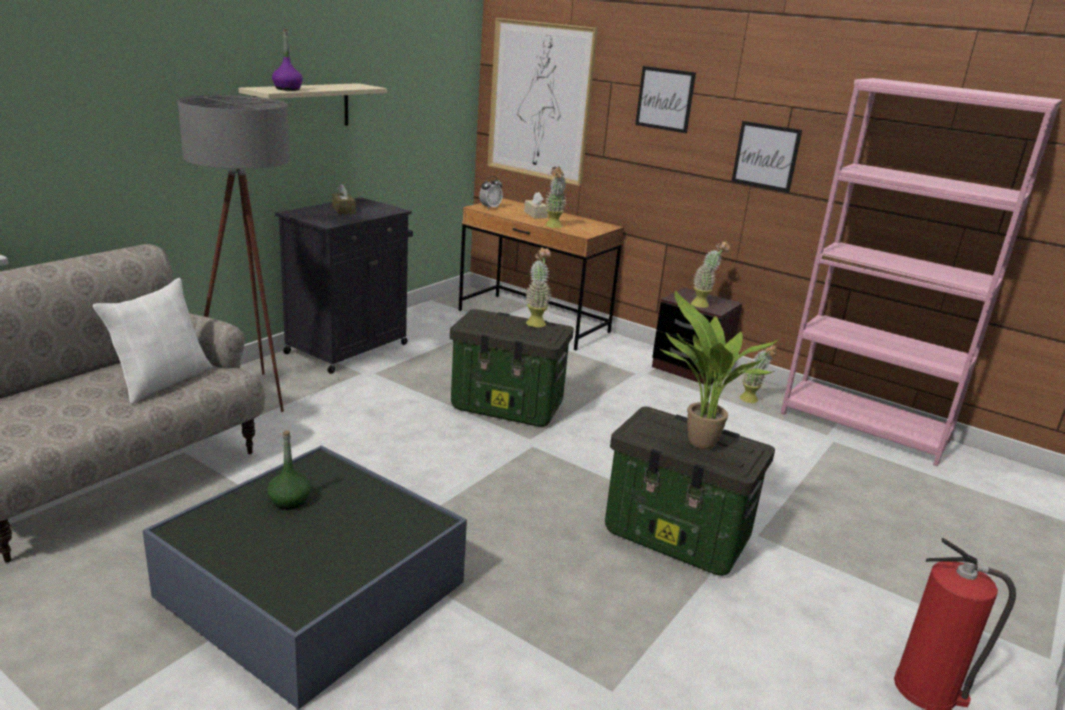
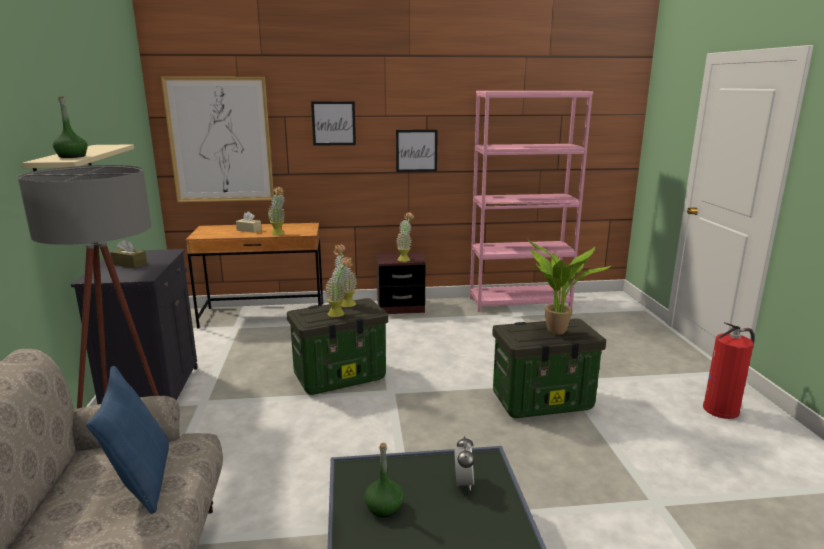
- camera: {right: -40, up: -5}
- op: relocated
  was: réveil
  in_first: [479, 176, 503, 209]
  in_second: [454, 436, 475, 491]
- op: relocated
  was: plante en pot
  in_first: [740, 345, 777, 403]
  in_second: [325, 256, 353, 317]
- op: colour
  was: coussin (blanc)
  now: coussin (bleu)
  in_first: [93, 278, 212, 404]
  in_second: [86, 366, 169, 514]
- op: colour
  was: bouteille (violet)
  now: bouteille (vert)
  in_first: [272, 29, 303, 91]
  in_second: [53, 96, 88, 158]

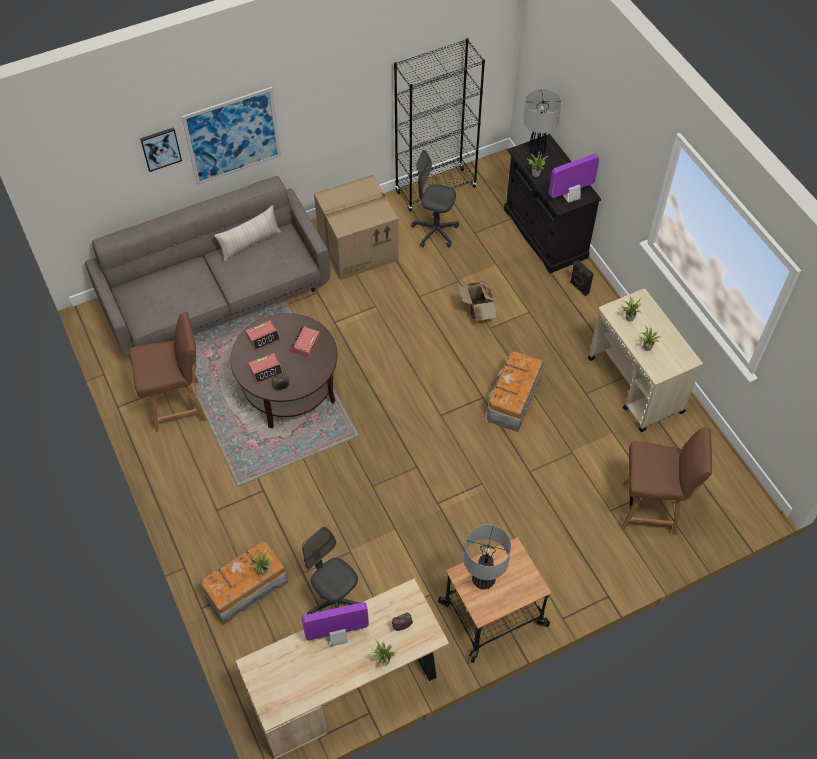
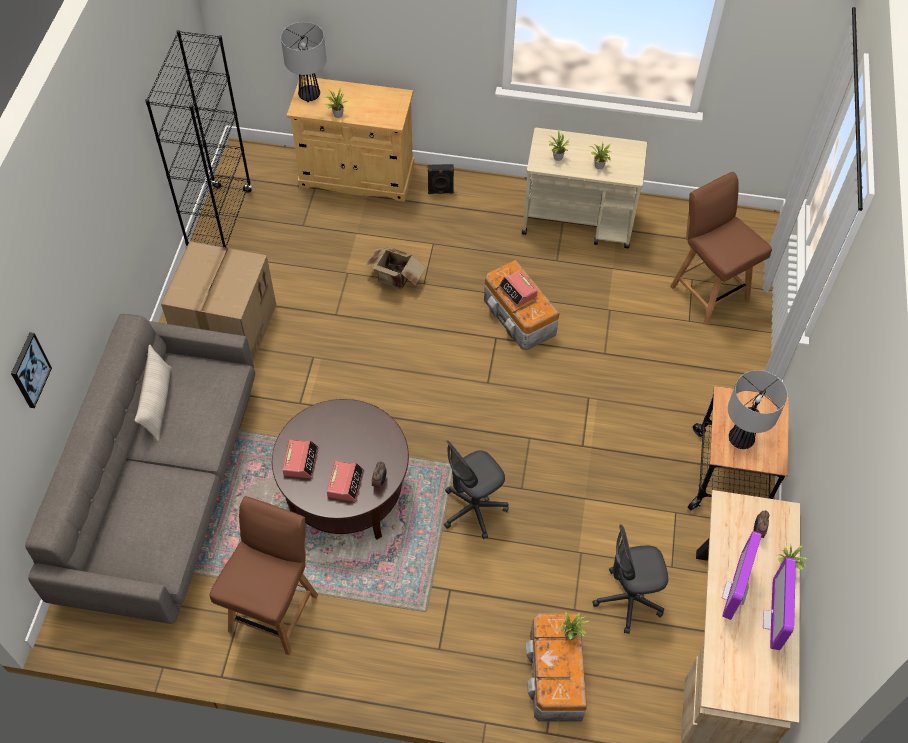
- camera: {right: -55, up: 0}
- op: missing
  was: tableau
  in_first: [181, 87, 281, 185]
- op: relocated
  was: réveil
  in_first: [289, 326, 320, 357]
  in_second: [498, 270, 538, 307]
- op: relocated
  was: chaise de bureau (gris)
  in_first: [411, 150, 459, 247]
  in_second: [444, 440, 509, 539]
- op: relocated
  was: écran d'ordinateur
  in_first: [549, 154, 599, 203]
  in_second: [763, 557, 796, 650]
- op: colour
  was: meuble de rangement (noir)
  now: meuble de rangement (beige)
  in_first: [504, 134, 601, 273]
  in_second: [286, 76, 414, 202]
- op: spun
  was: chaise (marron)
  in_first: [621, 427, 712, 535]
  in_second: [670, 172, 772, 325]
  clockwise: -75

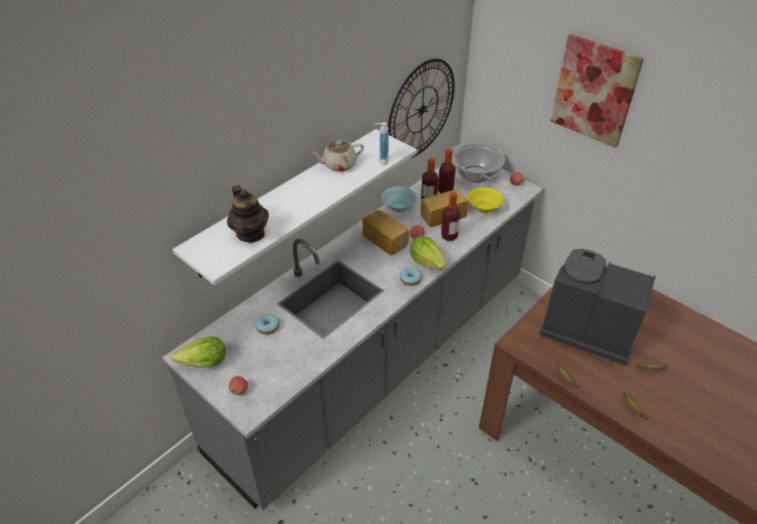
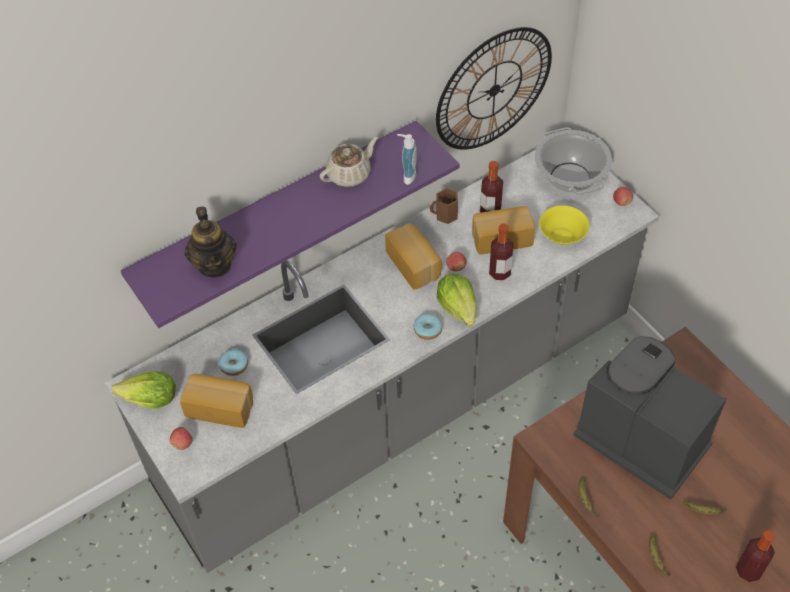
- camera: {right: 15, up: 10}
- op: missing
  was: tableau
  in_first: [551, 34, 644, 148]
- op: appeared
  now: pain
  in_second: [180, 374, 253, 428]
- op: relocated
  was: bouteille
  in_first: [438, 149, 456, 194]
  in_second: [736, 530, 775, 582]
- op: exchanged
  was: bol (turquoise)
  now: mug (marron)
  in_first: [381, 186, 417, 213]
  in_second: [430, 188, 458, 224]
- op: colour
  was: étagère (blanc)
  now: étagère (violet)
  in_first: [172, 129, 417, 285]
  in_second: [121, 120, 460, 328]
- op: spun
  was: théière (beige)
  in_first: [311, 140, 364, 172]
  in_second: [320, 137, 378, 187]
  clockwise: 150

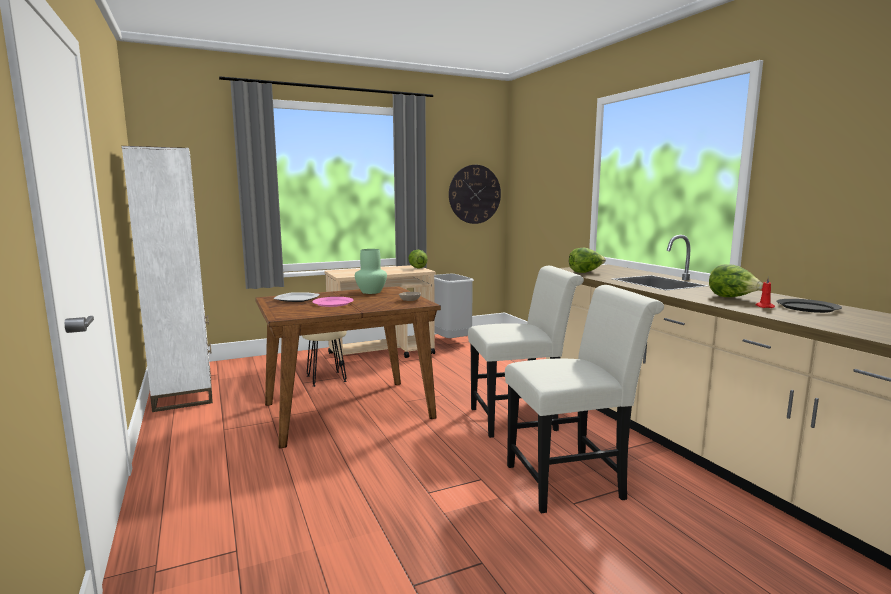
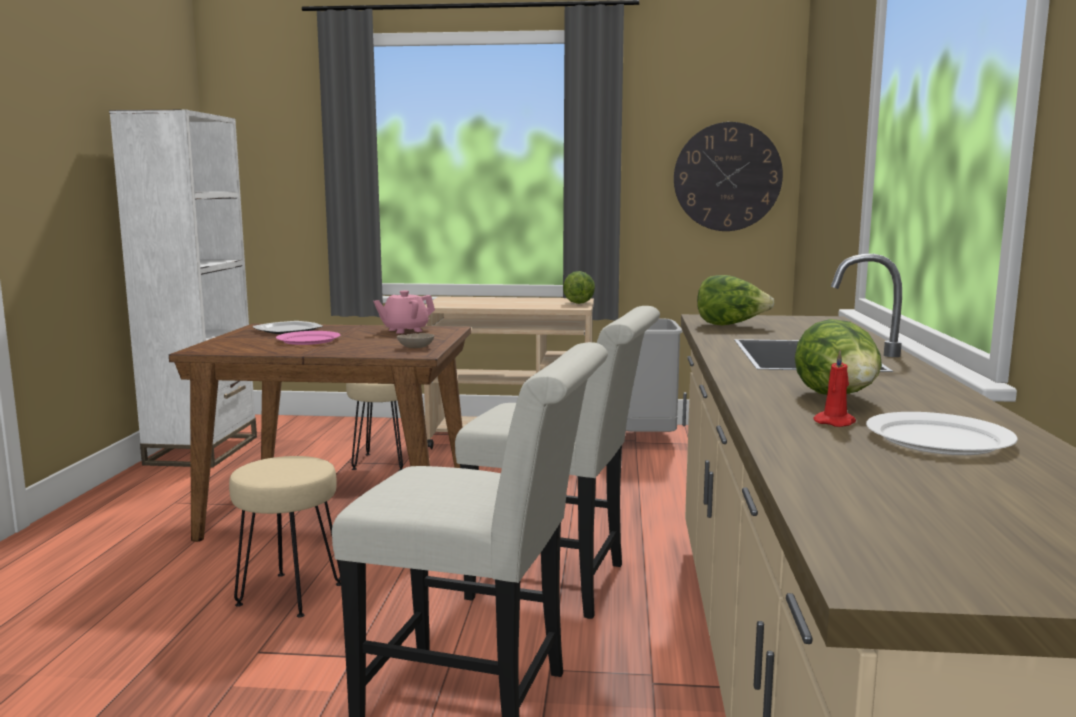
- camera: {right: 30, up: 0}
- op: appeared
  now: tabouret (beige)
  in_second: [229, 456, 341, 618]
- op: exchanged
  was: vase (vert)
  now: théière (rose)
  in_first: [355, 249, 387, 294]
  in_second: [373, 290, 435, 334]
- op: colour
  was: assiette (noir)
  now: assiette (blanc)
  in_first: [776, 299, 842, 313]
  in_second: [866, 412, 1018, 455]

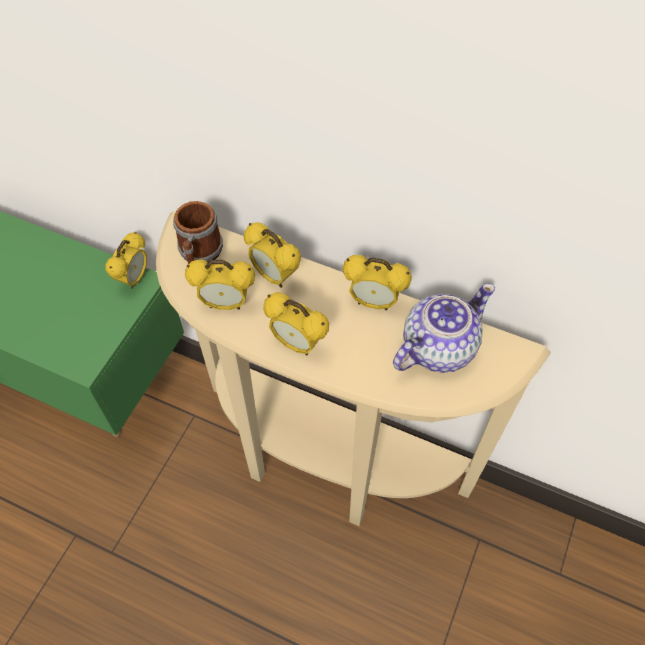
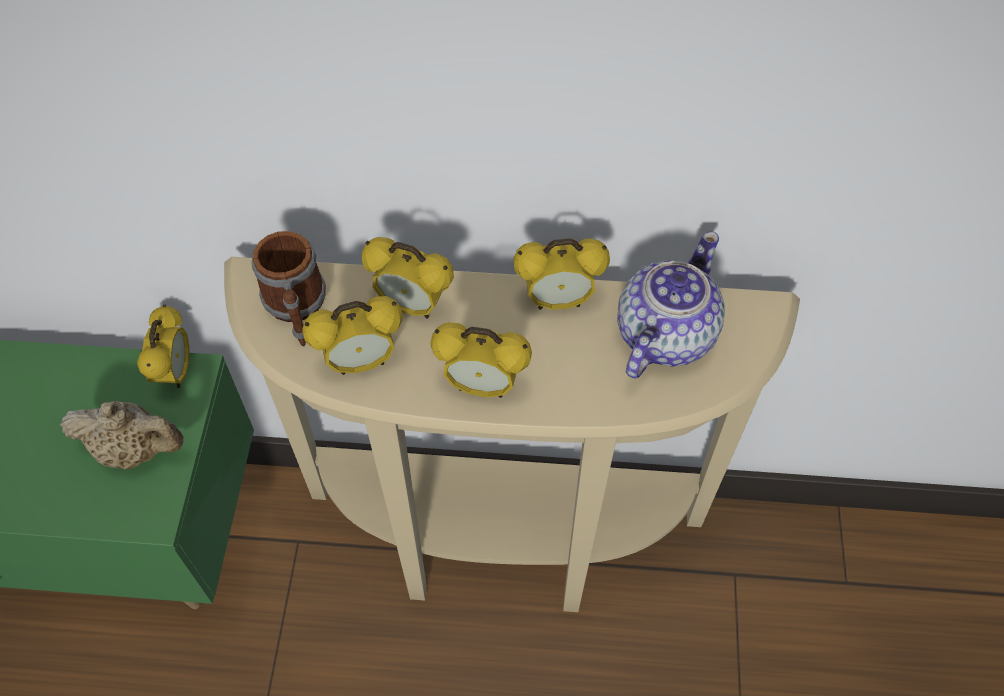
- camera: {right: -20, up: 0}
- op: appeared
  now: théière (beige)
  in_second: [60, 401, 184, 470]

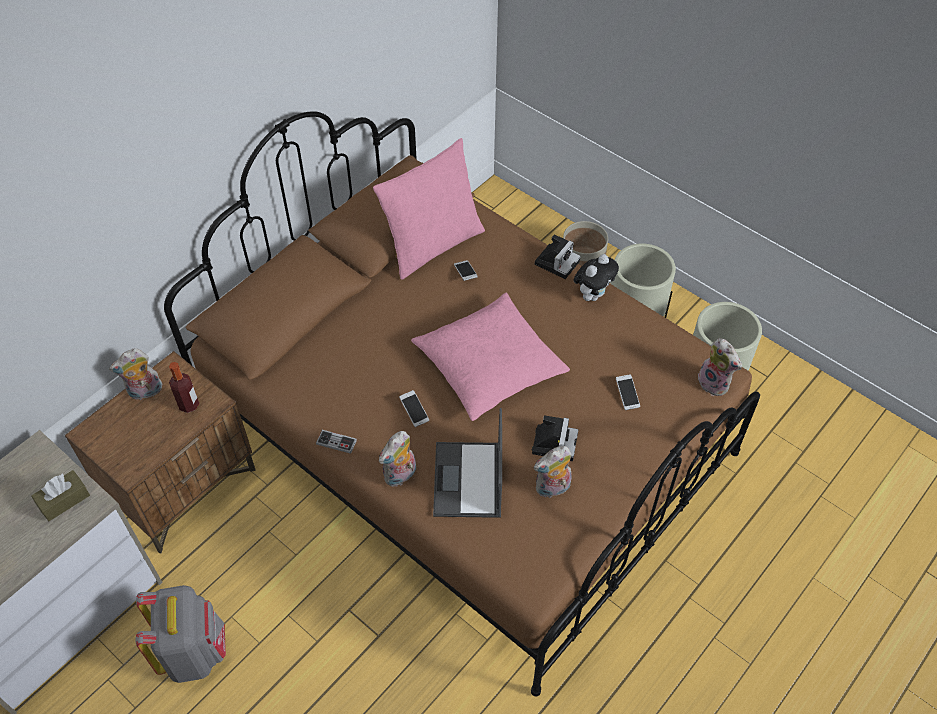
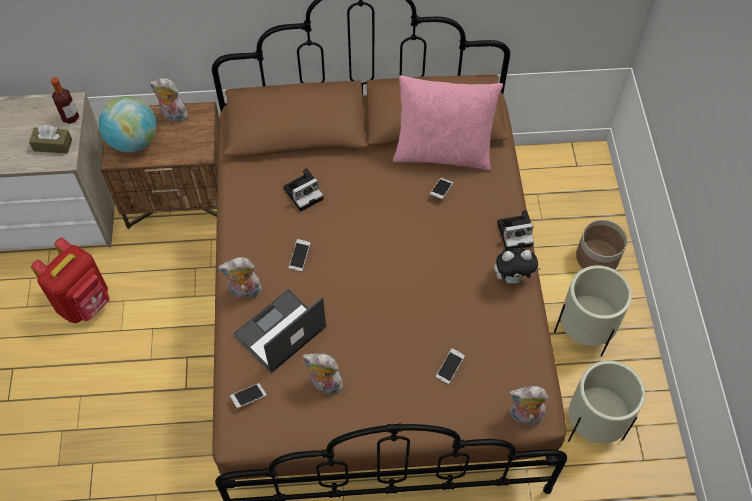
- camera: {right: 45, up: 5}
- op: missing
  was: manette
  in_first: [316, 430, 357, 454]
- op: missing
  was: coussin (rose)
  in_first: [411, 293, 570, 421]
- op: appeared
  now: globe
  in_second: [99, 96, 157, 153]
- op: appeared
  now: téléphone
  in_second: [230, 383, 267, 408]
- op: relocated
  was: bouteille
  in_first: [169, 362, 200, 413]
  in_second: [51, 77, 79, 124]
- op: relocated
  was: appareil photo
  in_first: [532, 415, 578, 461]
  in_second: [283, 168, 323, 211]
- op: colour
  was: sac à dos (gris)
  now: sac à dos (rouge)
  in_first: [136, 585, 226, 683]
  in_second: [31, 237, 109, 323]
- op: spun
  was: peluche
  in_first: [698, 338, 742, 396]
  in_second: [509, 386, 549, 425]
  clockwise: 90

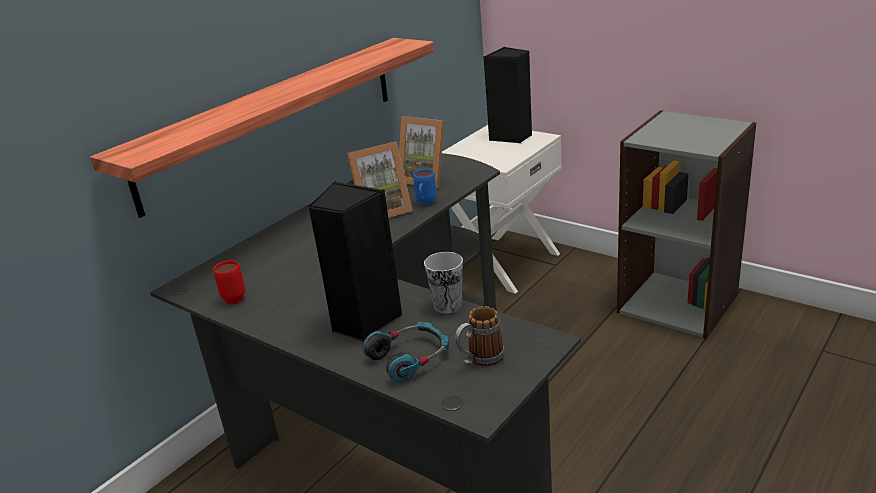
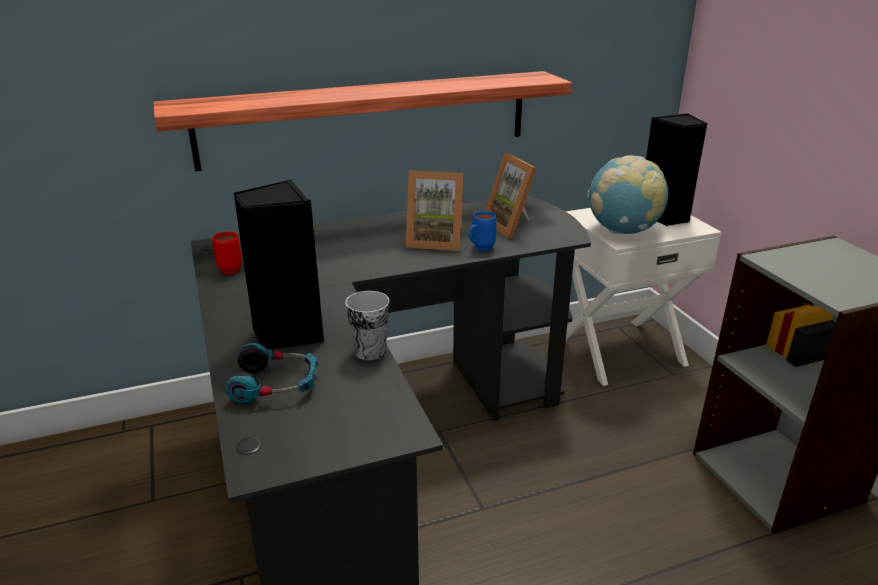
- camera: {right: 30, up: 0}
- op: missing
  was: mug
  in_first: [455, 306, 505, 367]
- op: appeared
  now: globe
  in_second: [587, 155, 668, 234]

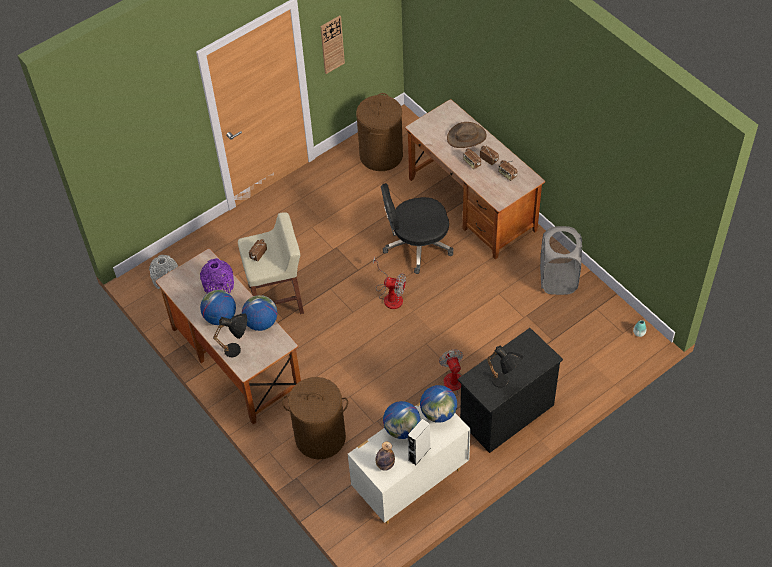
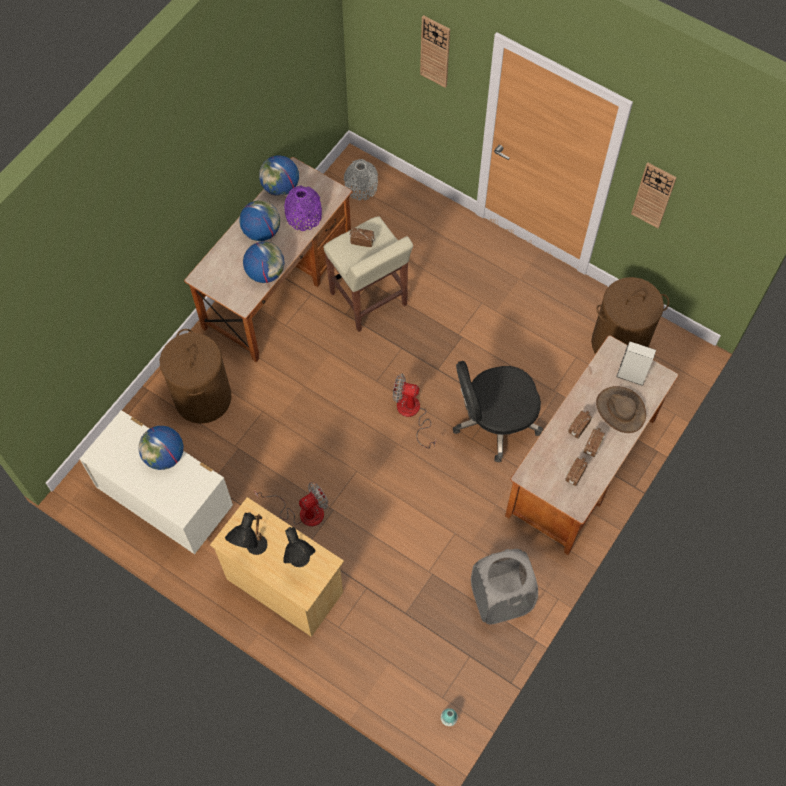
- camera: {right: 70, up: 10}
- op: missing
  was: bouteille
  in_first: [376, 442, 395, 471]
- op: appeared
  now: horloge murale
  in_second: [420, 15, 450, 88]
- op: relocated
  was: lampe de table (noir)
  in_first: [213, 313, 247, 357]
  in_second: [283, 527, 316, 567]
- op: relocated
  was: enceinte (gris)
  in_first: [408, 418, 430, 465]
  in_second: [616, 342, 656, 386]
- op: relocated
  was: globe
  in_first: [420, 385, 457, 423]
  in_second: [259, 155, 299, 196]
- op: colour
  was: commode (noir)
  now: commode (beige)
  in_first: [458, 328, 563, 453]
  in_second: [210, 497, 344, 637]
- op: spun
  was: ventilateur
  in_first: [373, 256, 406, 309]
  in_second: [393, 374, 436, 448]
  clockwise: 105
- op: spun
  was: chaise de bureau (noir)
  in_first: [381, 183, 453, 274]
  in_second: [453, 361, 543, 462]
  clockwise: -75

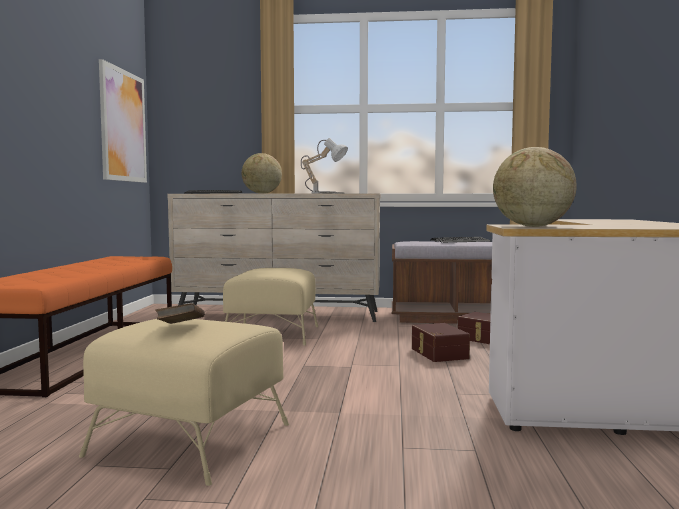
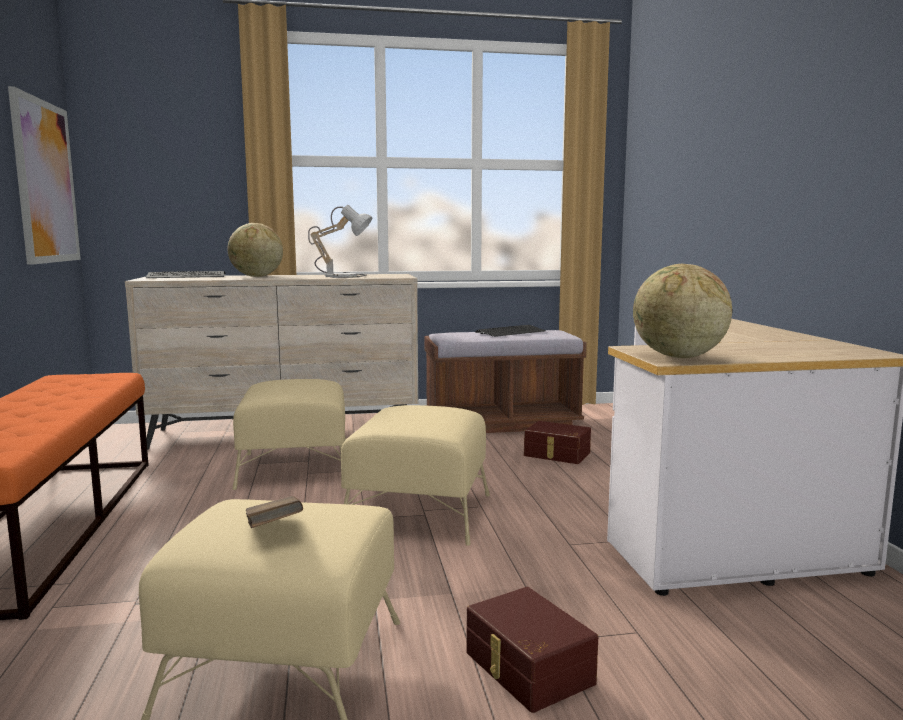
- camera: {right: -15, up: 5}
- op: appeared
  now: pouf (beige)
  in_second: [341, 405, 490, 546]
- op: relocated
  was: boîte de rangement (marron)
  in_first: [412, 323, 470, 362]
  in_second: [467, 587, 598, 713]

